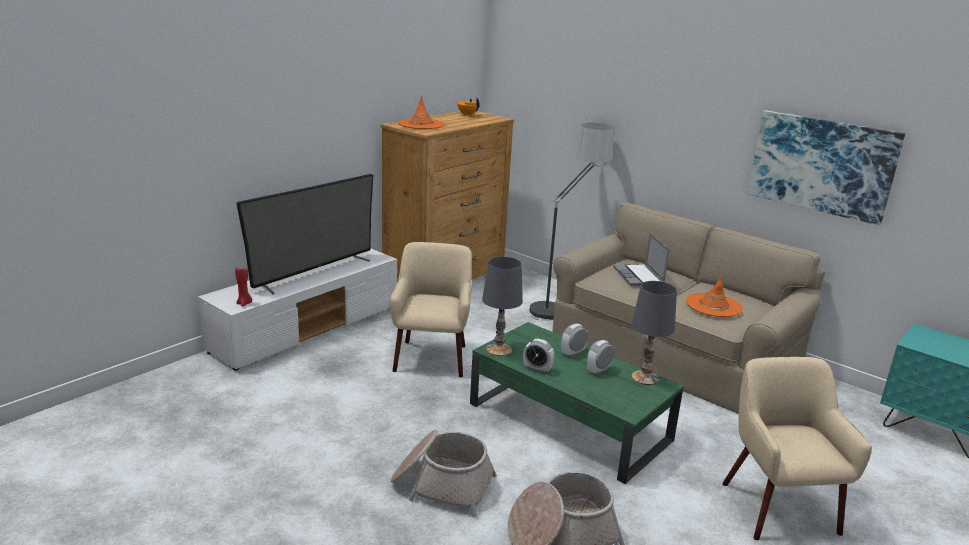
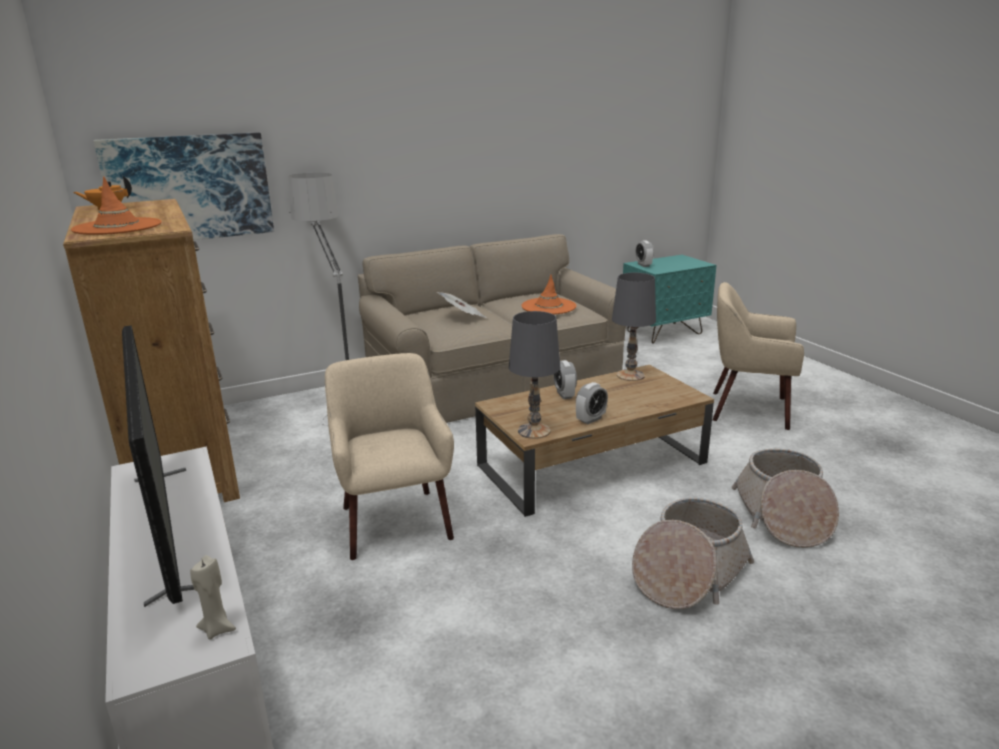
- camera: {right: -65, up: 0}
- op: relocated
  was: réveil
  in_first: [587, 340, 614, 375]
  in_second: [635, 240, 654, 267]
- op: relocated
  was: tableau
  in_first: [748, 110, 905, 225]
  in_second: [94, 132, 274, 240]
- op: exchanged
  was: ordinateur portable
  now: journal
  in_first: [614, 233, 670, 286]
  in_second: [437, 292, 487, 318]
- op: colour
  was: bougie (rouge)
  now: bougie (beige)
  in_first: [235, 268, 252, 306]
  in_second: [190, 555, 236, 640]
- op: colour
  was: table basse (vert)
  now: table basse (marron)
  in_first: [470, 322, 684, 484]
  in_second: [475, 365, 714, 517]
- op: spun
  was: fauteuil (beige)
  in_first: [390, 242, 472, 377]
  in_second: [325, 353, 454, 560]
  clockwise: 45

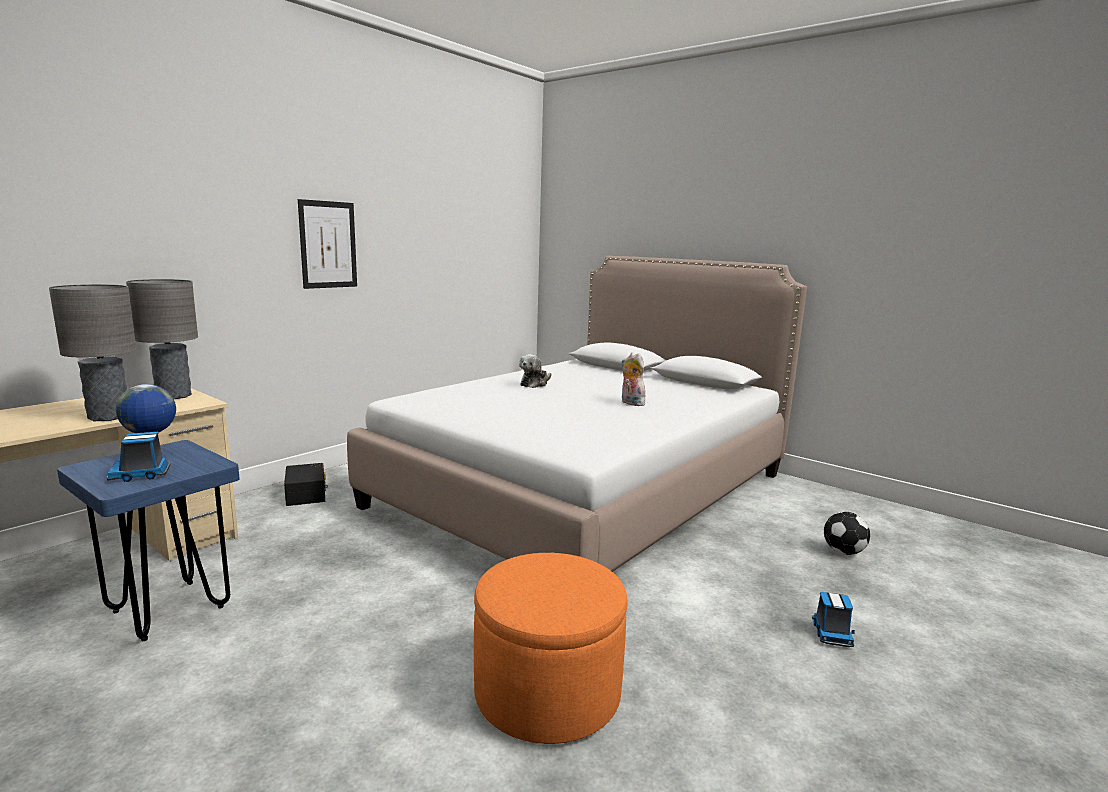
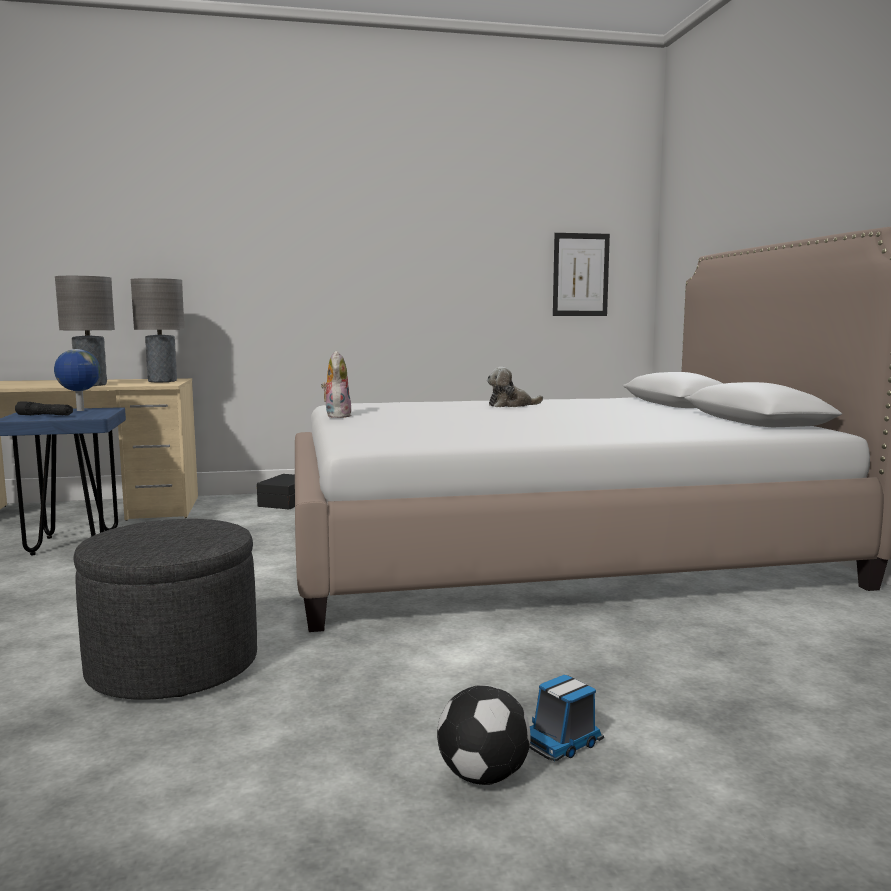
- camera: {right: 40, up: -5}
- op: relocated
  was: tableau
  in_first: [298, 199, 357, 289]
  in_second: [553, 233, 610, 316]
- op: relocated
  was: peluche
  in_first: [621, 352, 645, 406]
  in_second: [321, 351, 352, 418]
- op: relocated
  was: ballon de foot
  in_first: [824, 512, 870, 555]
  in_second: [437, 685, 531, 785]
- op: exchanged
  was: camion jouet
  now: lampe de poche (noir)
  in_first: [106, 432, 171, 482]
  in_second: [15, 401, 73, 415]
- op: colour
  was: pouf (orange)
  now: pouf (gris)
  in_first: [474, 553, 628, 744]
  in_second: [73, 519, 257, 700]

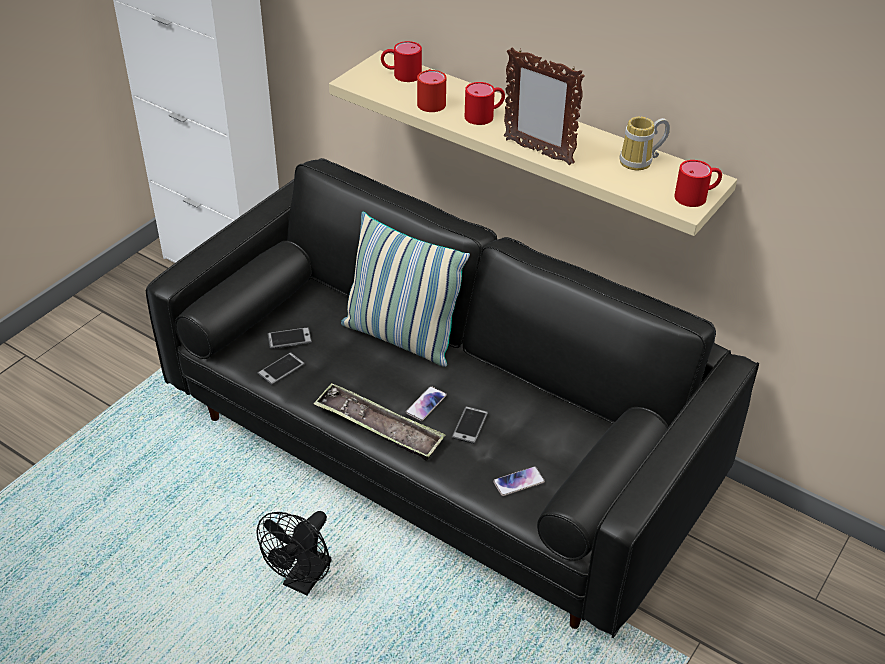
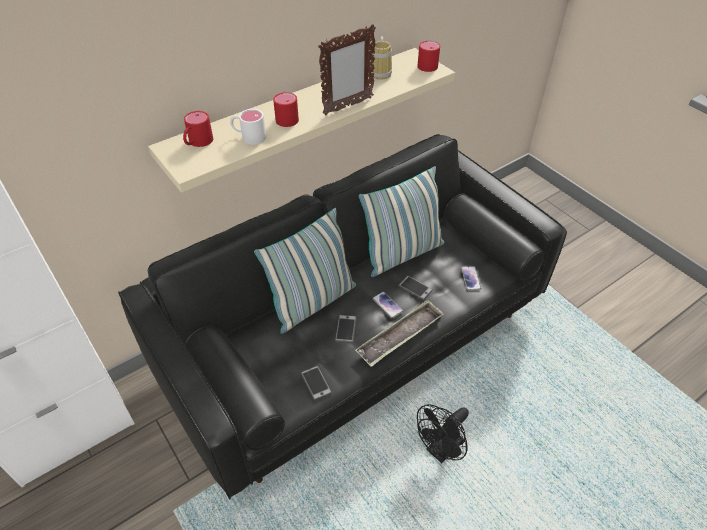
- camera: {right: -70, up: 5}
- op: appeared
  now: coussin
  in_second: [358, 166, 444, 277]
- op: relocated
  was: téléphone
  in_first: [267, 327, 312, 349]
  in_second: [335, 315, 356, 343]
- op: colour
  was: mug (rouge)
  now: mug (blanc)
  in_first: [417, 69, 446, 112]
  in_second: [230, 109, 266, 145]
- op: spun
  was: ventilateur (noir)
  in_first: [256, 511, 332, 595]
  in_second: [417, 404, 469, 463]
  clockwise: 90

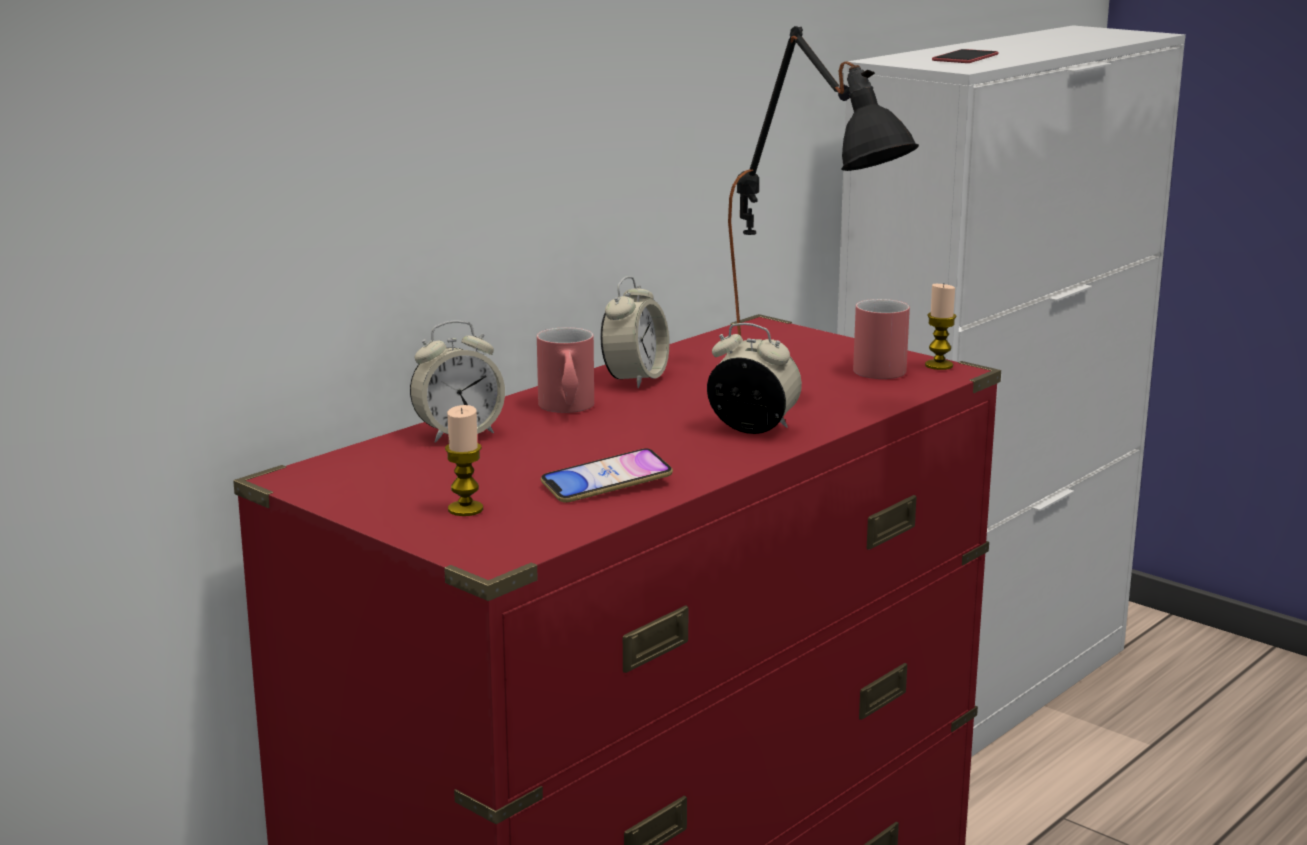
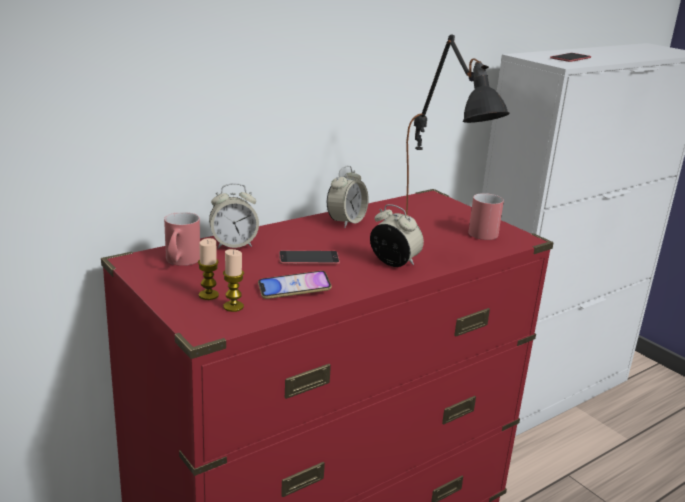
- camera: {right: 10, up: 5}
- op: appeared
  now: téléphone
  in_second: [279, 250, 340, 264]
- op: relocated
  was: mug (rouge)
  in_first: [537, 327, 594, 413]
  in_second: [164, 212, 200, 266]
- op: relocated
  was: bougie
  in_first: [925, 284, 957, 370]
  in_second: [223, 249, 244, 312]

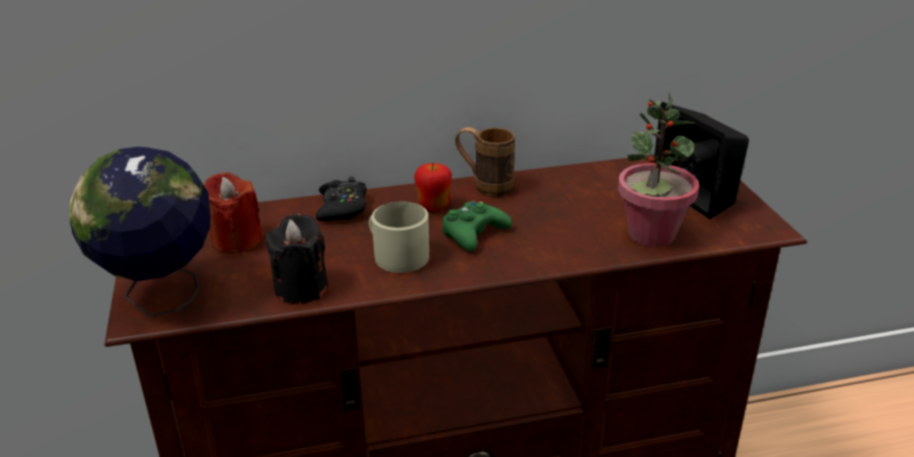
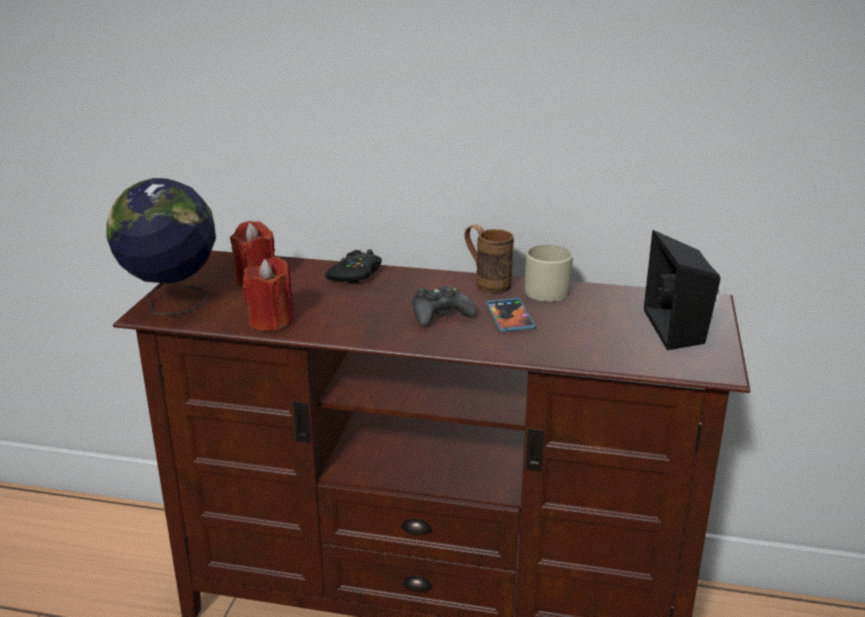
- camera: {right: 25, up: -5}
- op: missing
  was: pomme
  in_first: [414, 163, 452, 212]
- op: missing
  was: plante en pot
  in_first: [618, 91, 699, 247]
- op: appeared
  now: téléphone
  in_second: [486, 298, 535, 332]
- op: relocated
  was: mug (beige)
  in_first: [369, 202, 429, 273]
  in_second: [525, 245, 573, 302]
- op: colour
  was: bougie (noir)
  now: bougie (rouge)
  in_first: [265, 213, 328, 304]
  in_second: [242, 257, 294, 331]
- op: colour
  was: manette (vert)
  now: manette (noir)
  in_first: [442, 200, 512, 252]
  in_second: [413, 286, 477, 326]

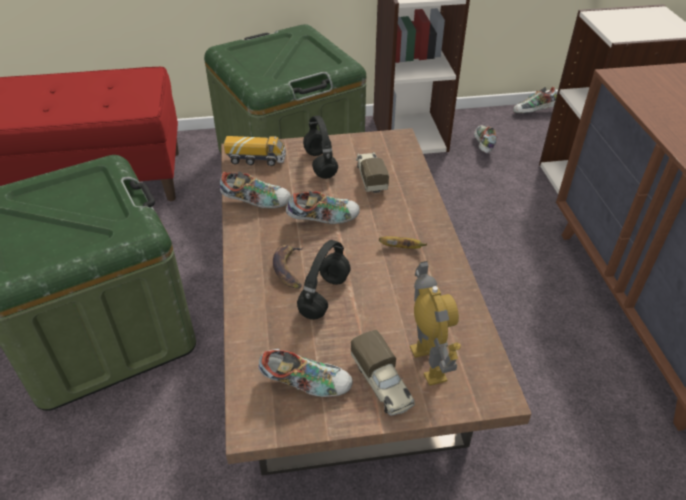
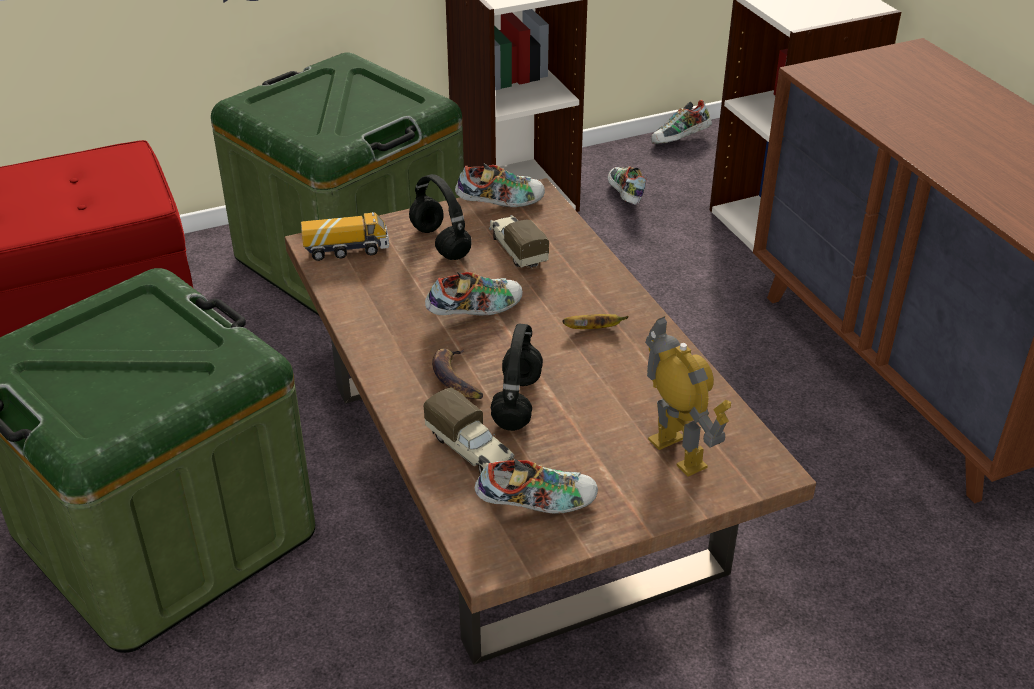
- camera: {right: -15, up: -5}
- op: relocated
  was: chaussure
  in_first: [220, 172, 291, 209]
  in_second: [455, 163, 545, 207]
- op: relocated
  was: camion jouet
  in_first: [351, 330, 415, 416]
  in_second: [423, 387, 515, 474]

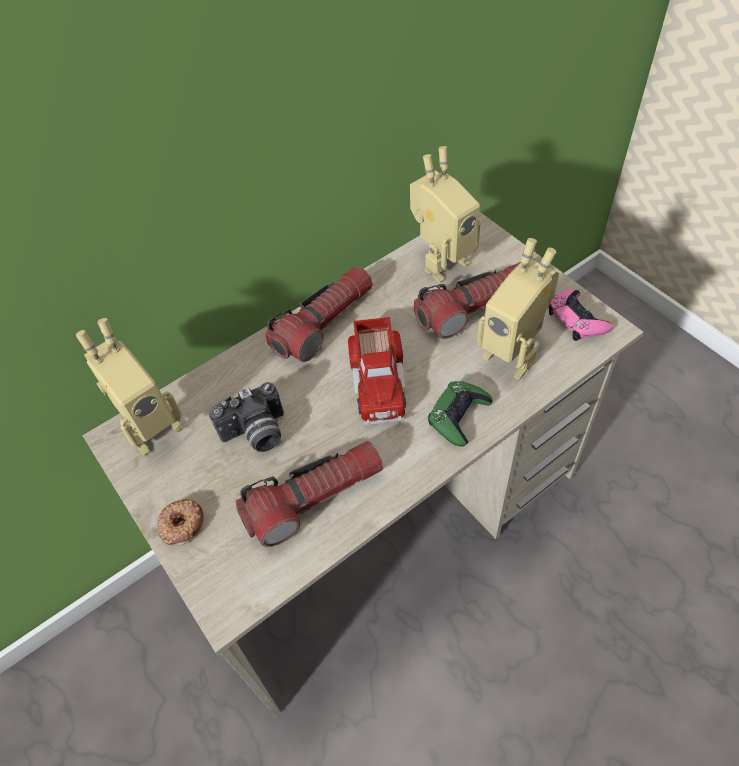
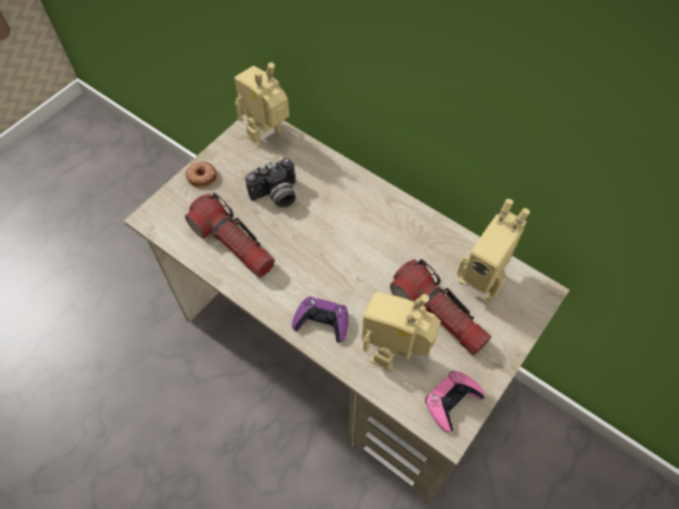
- camera: {right: 70, up: 5}
- op: missing
  was: lampe de poche
  in_first: [265, 266, 373, 362]
- op: missing
  was: camion jouet
  in_first: [348, 317, 406, 425]
- op: colour
  was: manette (vert)
  now: manette (violet)
  in_first: [428, 381, 493, 447]
  in_second: [292, 297, 348, 343]
- op: spun
  was: robot jouet
  in_first: [76, 318, 183, 456]
  in_second: [234, 62, 289, 147]
  clockwise: 105
- op: spun
  was: appareil photo
  in_first: [209, 382, 284, 452]
  in_second: [245, 158, 296, 208]
  clockwise: -75

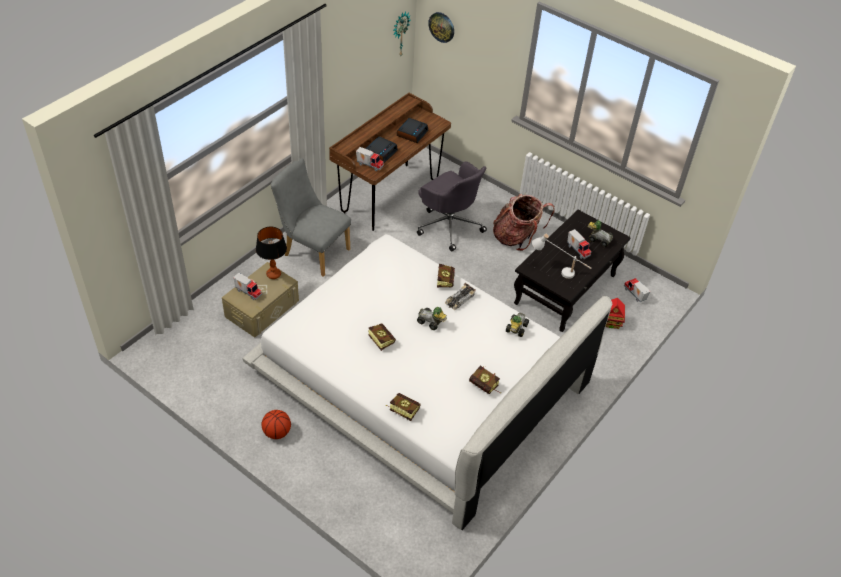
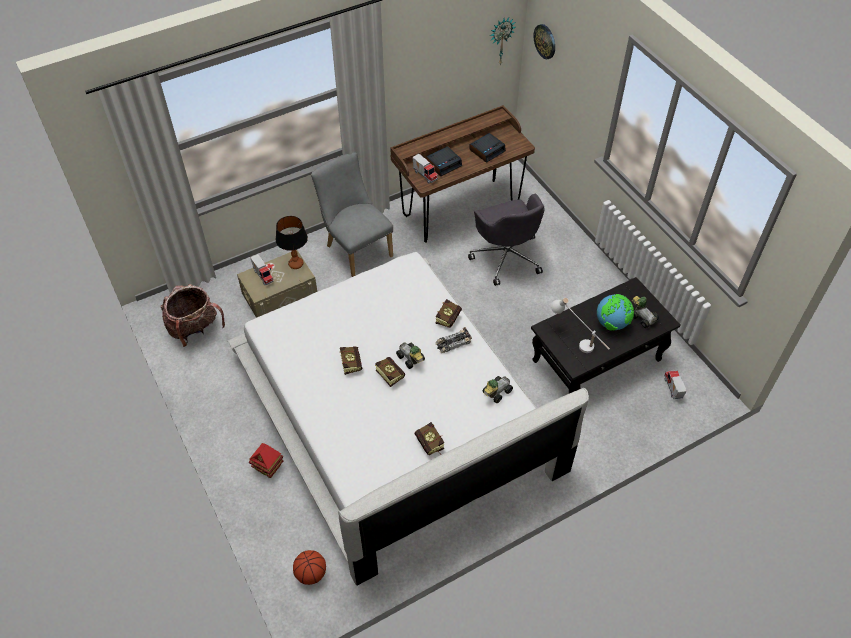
- camera: {right: 25, up: 5}
- op: relocated
  was: ballon de basket
  in_first: [261, 410, 291, 439]
  in_second: [293, 550, 326, 585]
- op: relocated
  was: livre
  in_first: [386, 393, 421, 421]
  in_second: [375, 357, 405, 387]
- op: relocated
  was: sac à dos
  in_first: [493, 194, 555, 251]
  in_second: [161, 284, 225, 347]
- op: relocated
  was: maison miniature
  in_first: [605, 298, 625, 329]
  in_second: [249, 443, 283, 478]
- op: exchanged
  was: camion jouet
  now: globe
  in_first: [567, 229, 591, 259]
  in_second: [597, 294, 634, 331]

